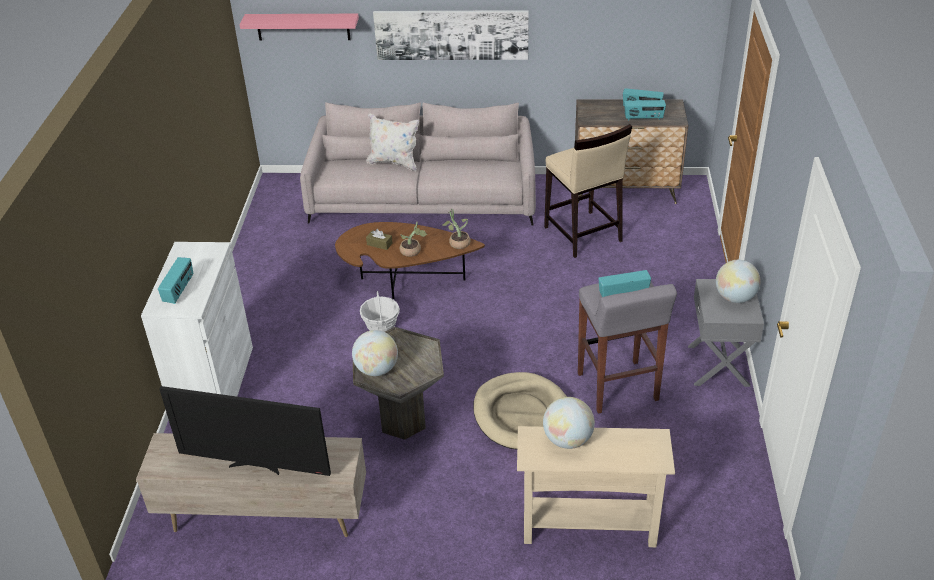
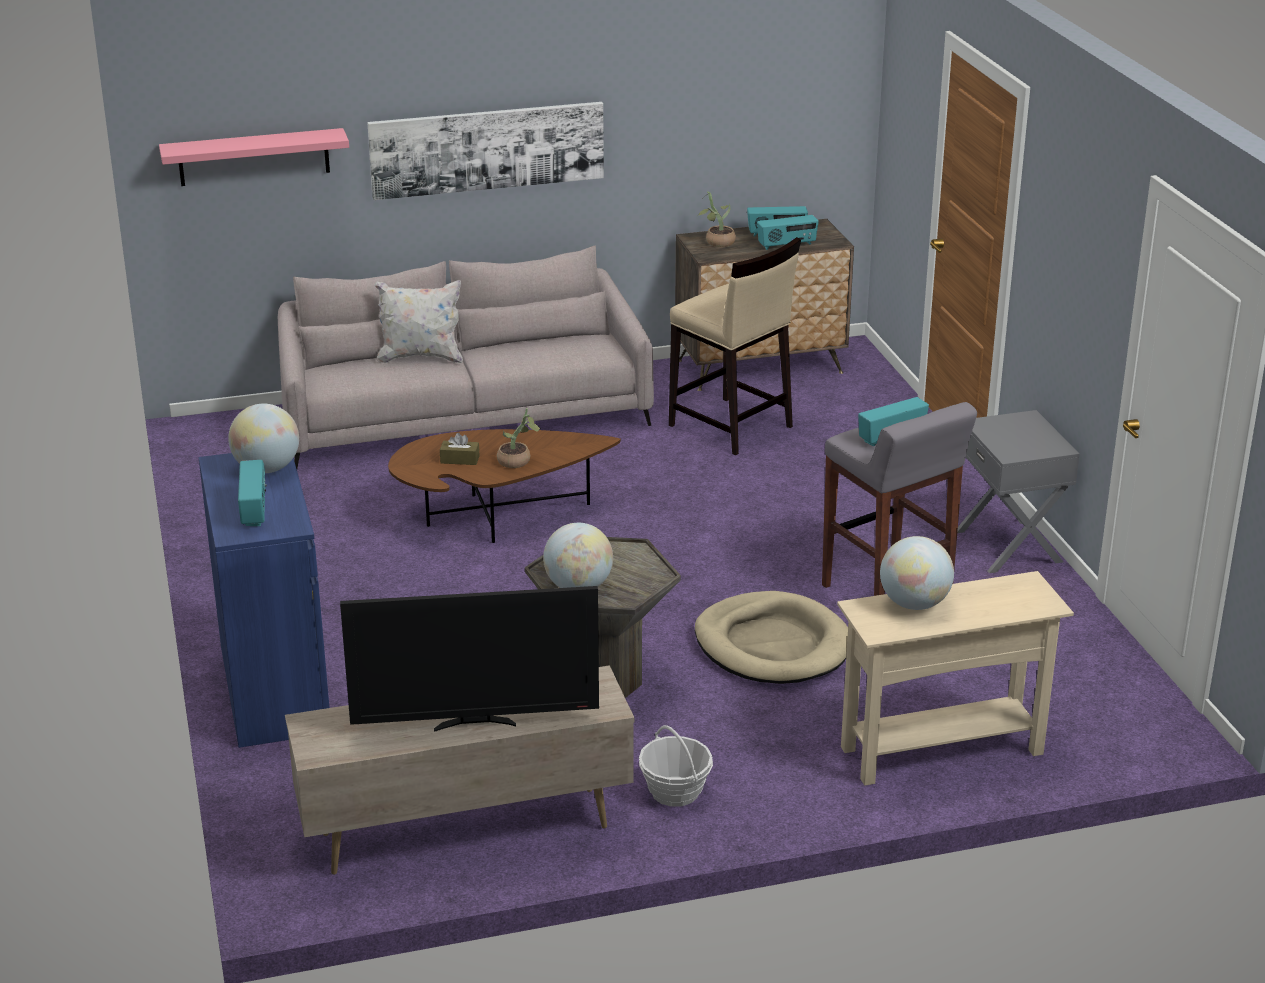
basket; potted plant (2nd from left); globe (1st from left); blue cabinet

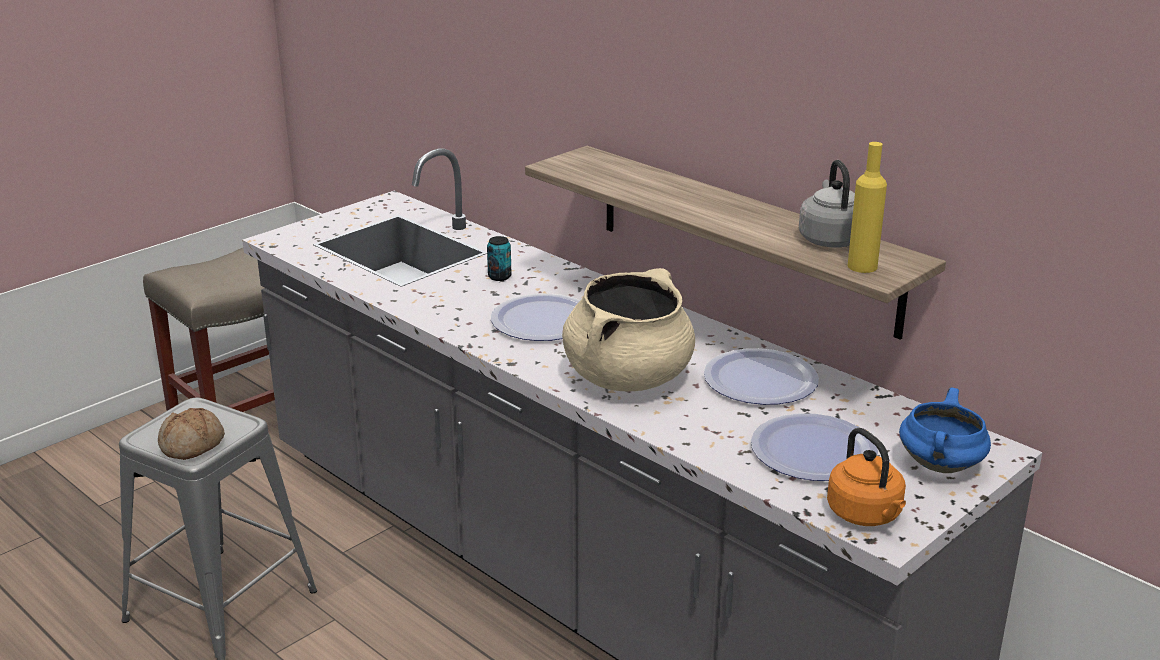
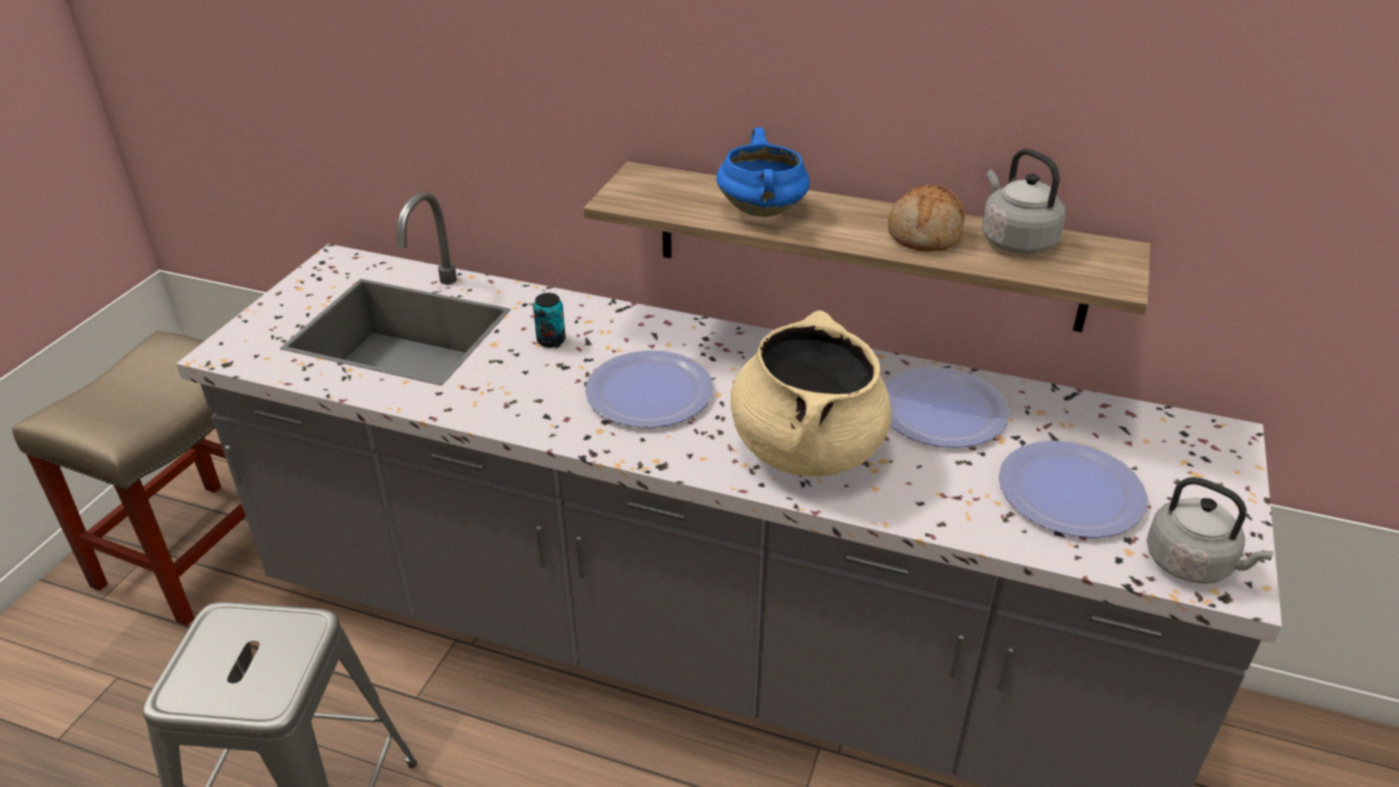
yellow bottle; bread; blue cooking pot; grey kettle (2nd from left)

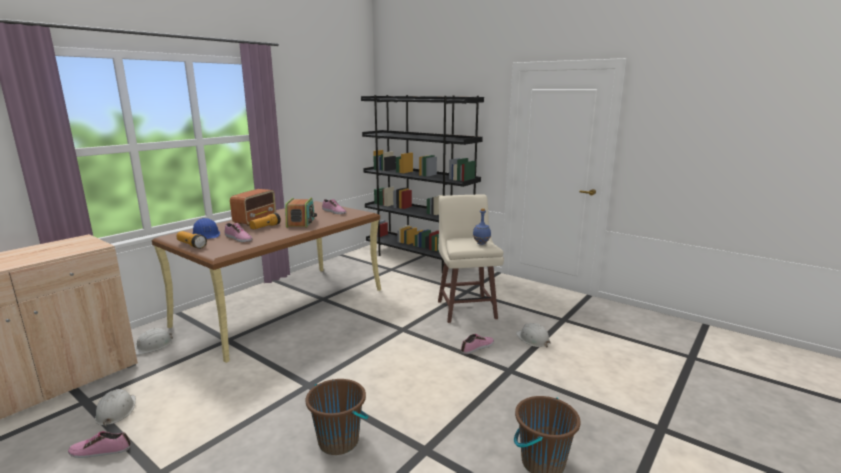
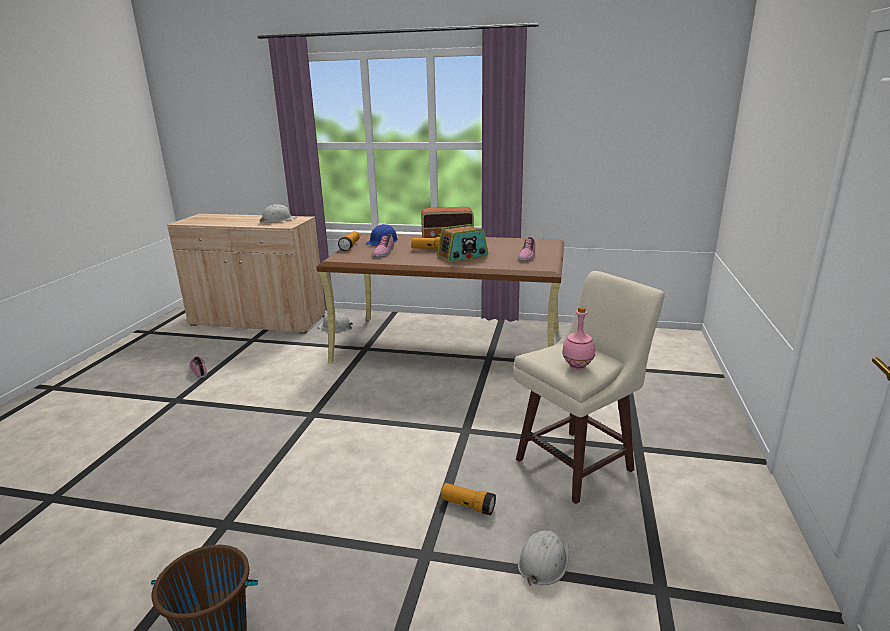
brown bucket (1st from left in the first image); black bookcase; white hard hat (1st from left); flashlight (3rd from left); pink bottle

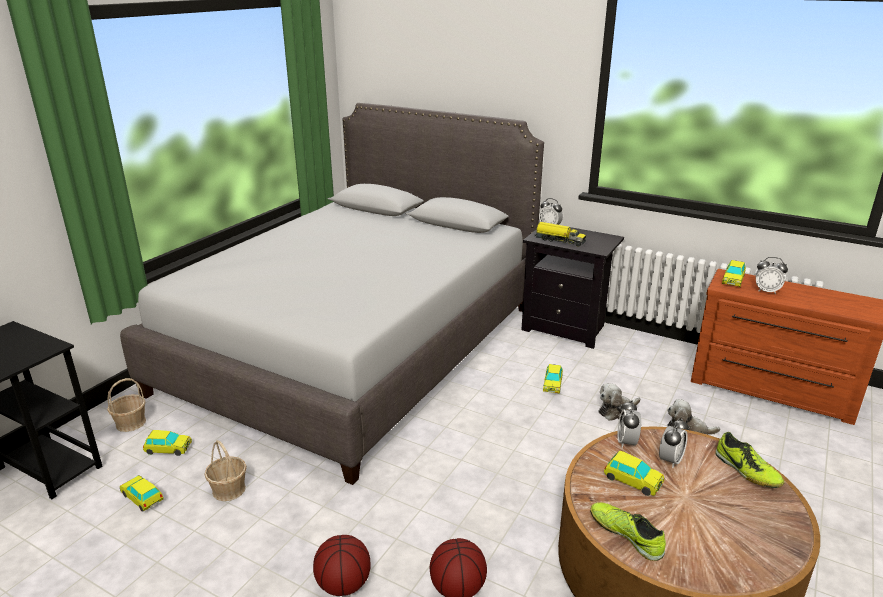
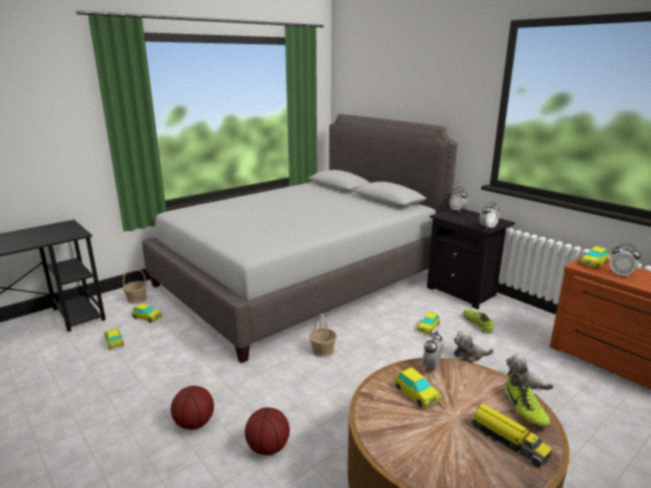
basket (2nd from left); toy truck; shoe (1st from left); alarm clock (3rd from left)

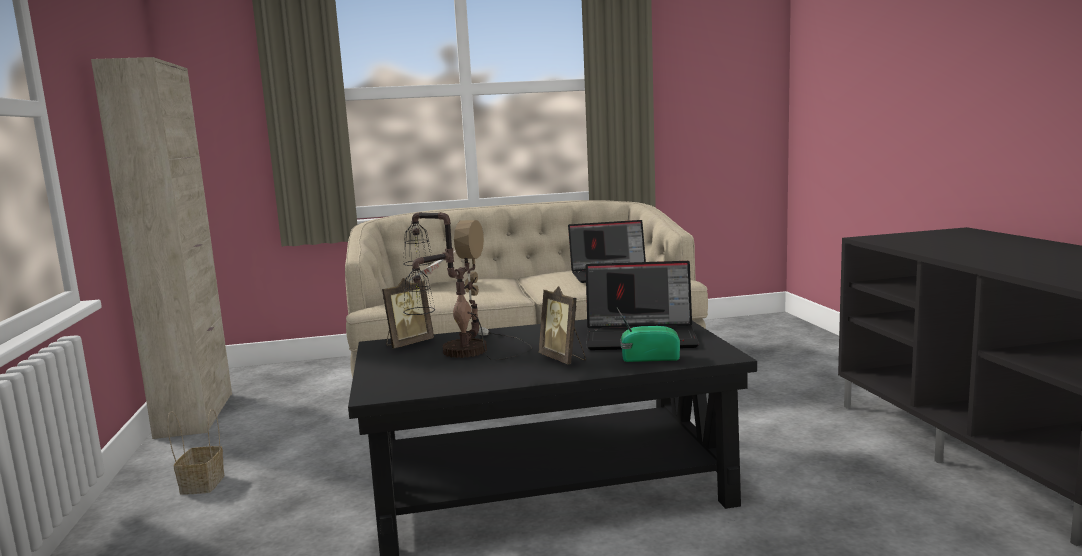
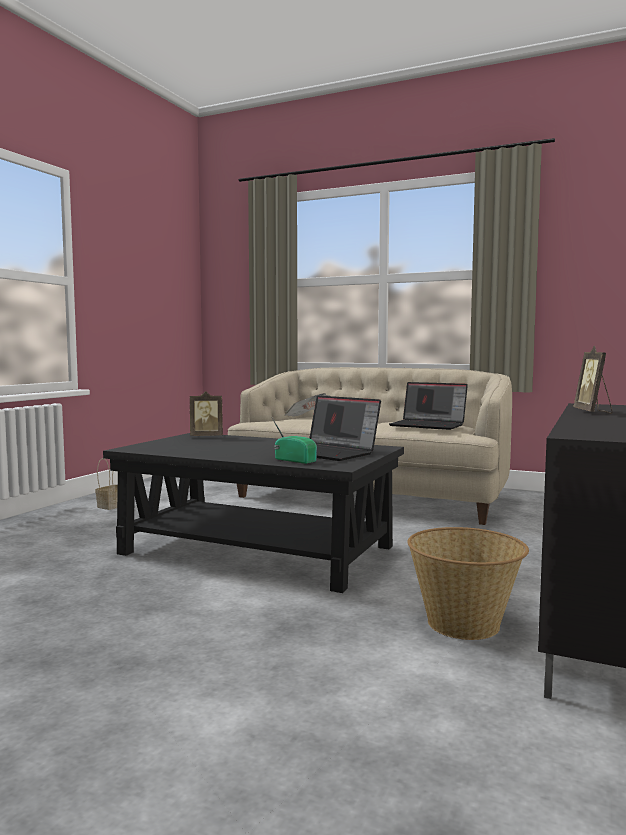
beige cabinet; table lamp; basket (2nd from left); picture frame (2nd from left)

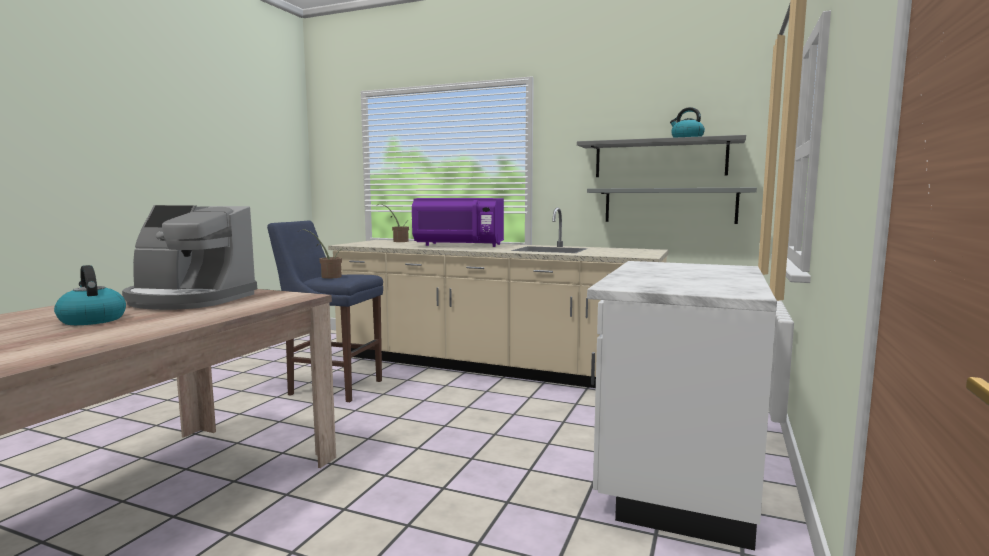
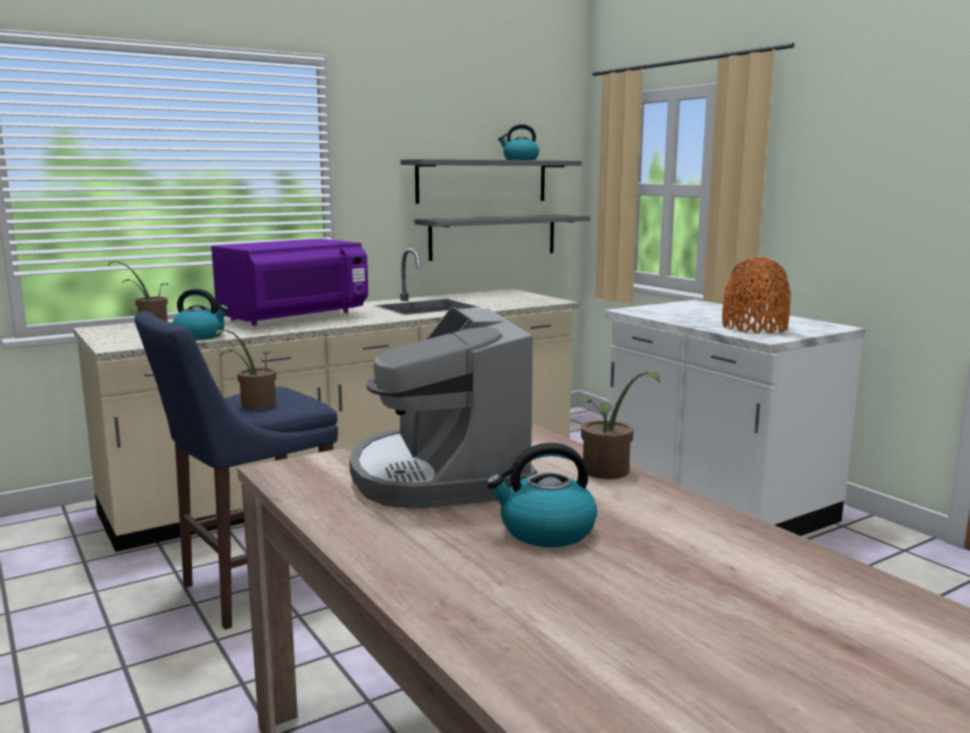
kettle (1st from left); potted plant (3rd from left); orange vase; coffee machine

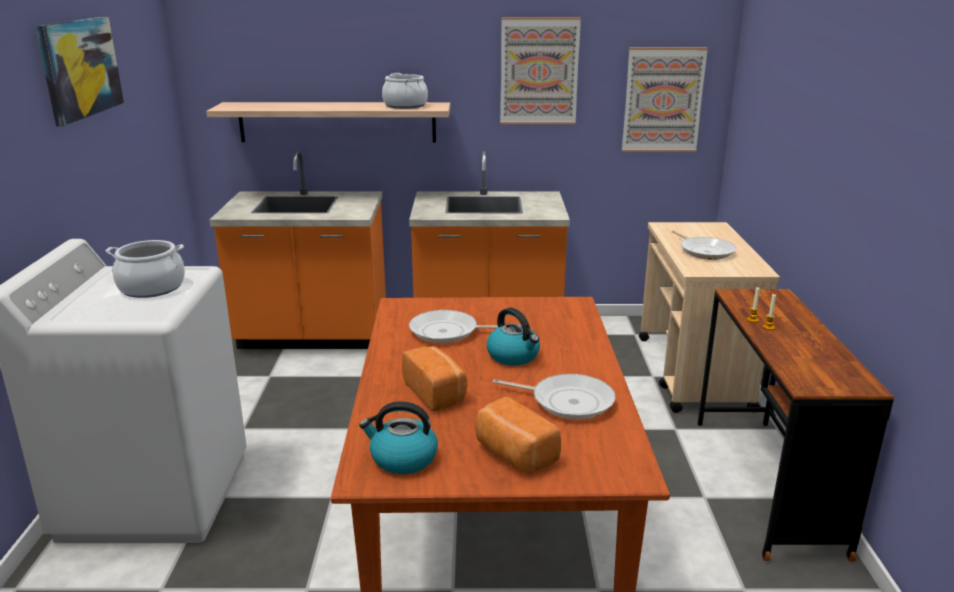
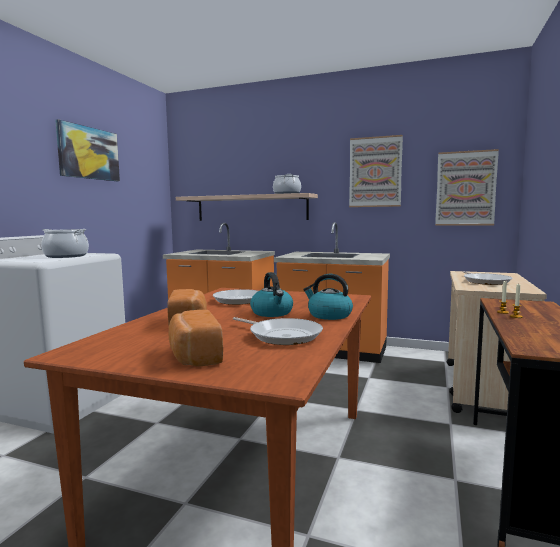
kettle (2nd from left)

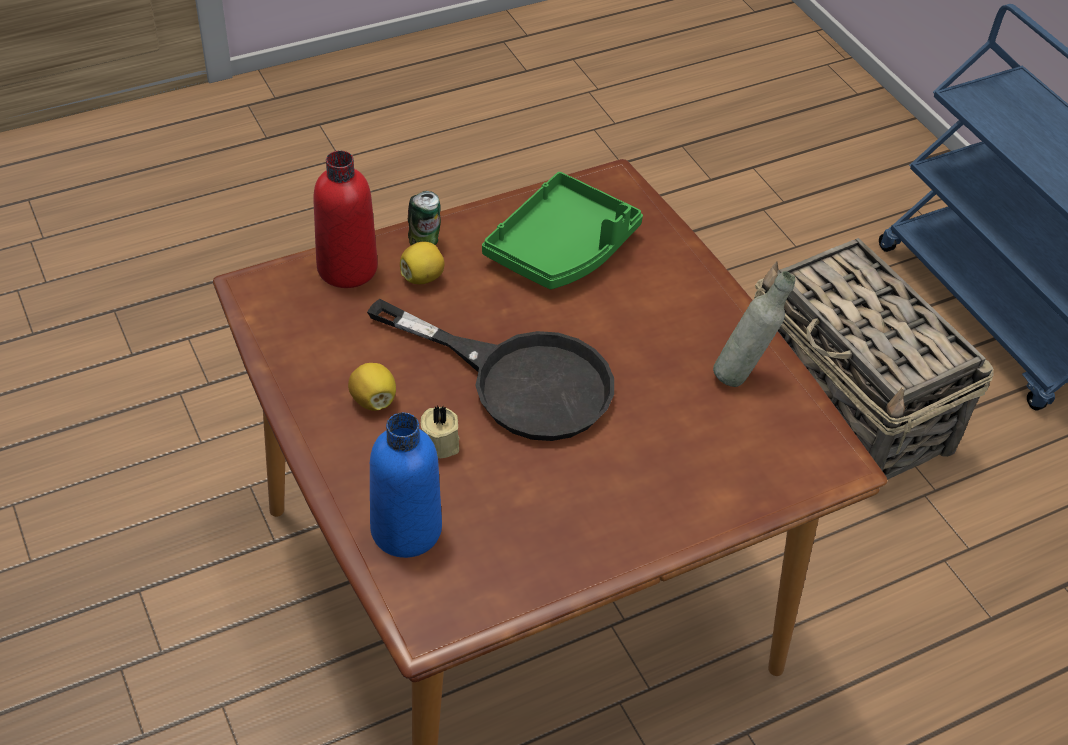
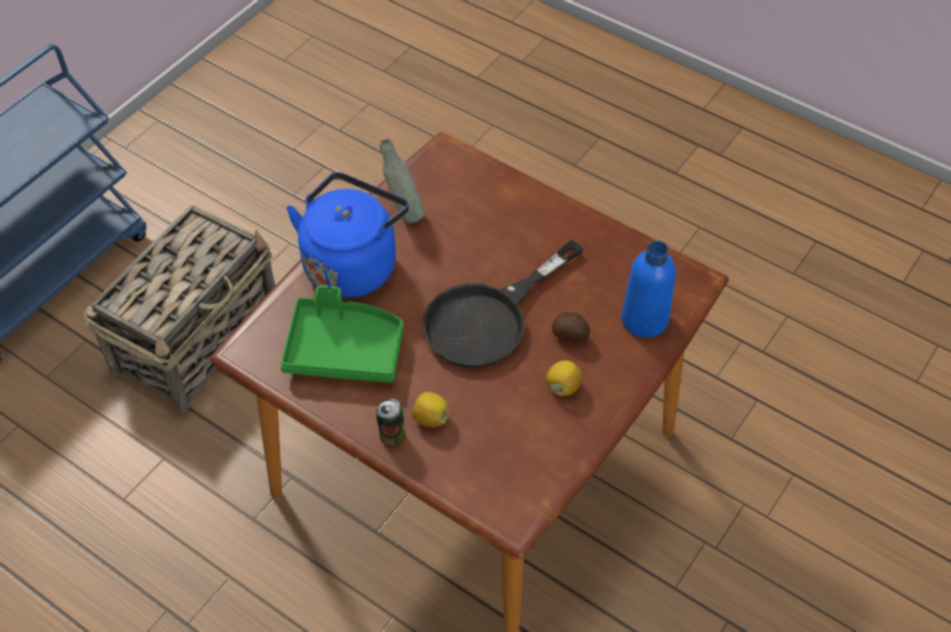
red bottle; blue kettle; potato; black frying pan

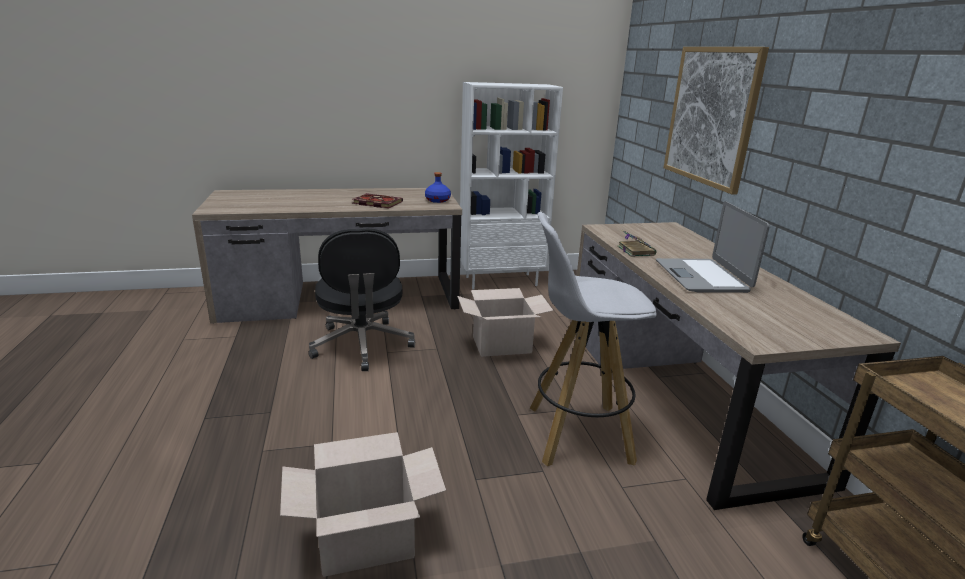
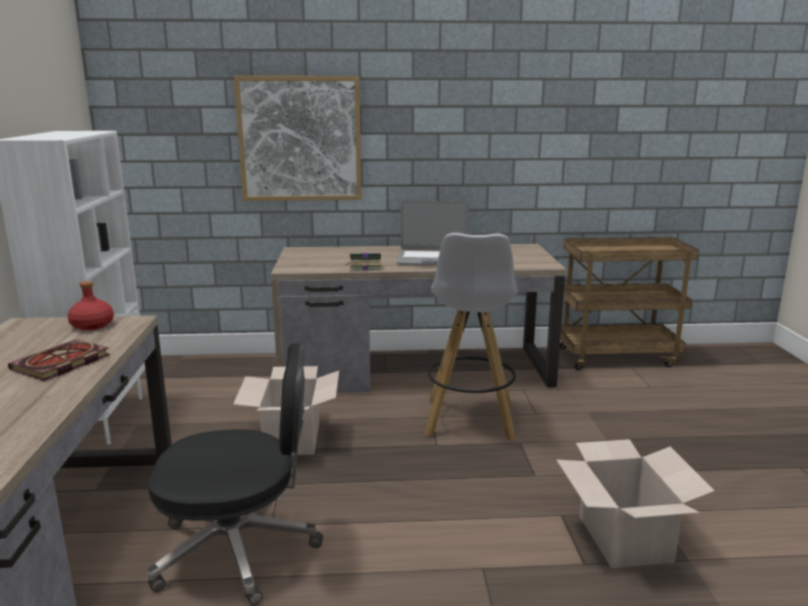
red bottle

